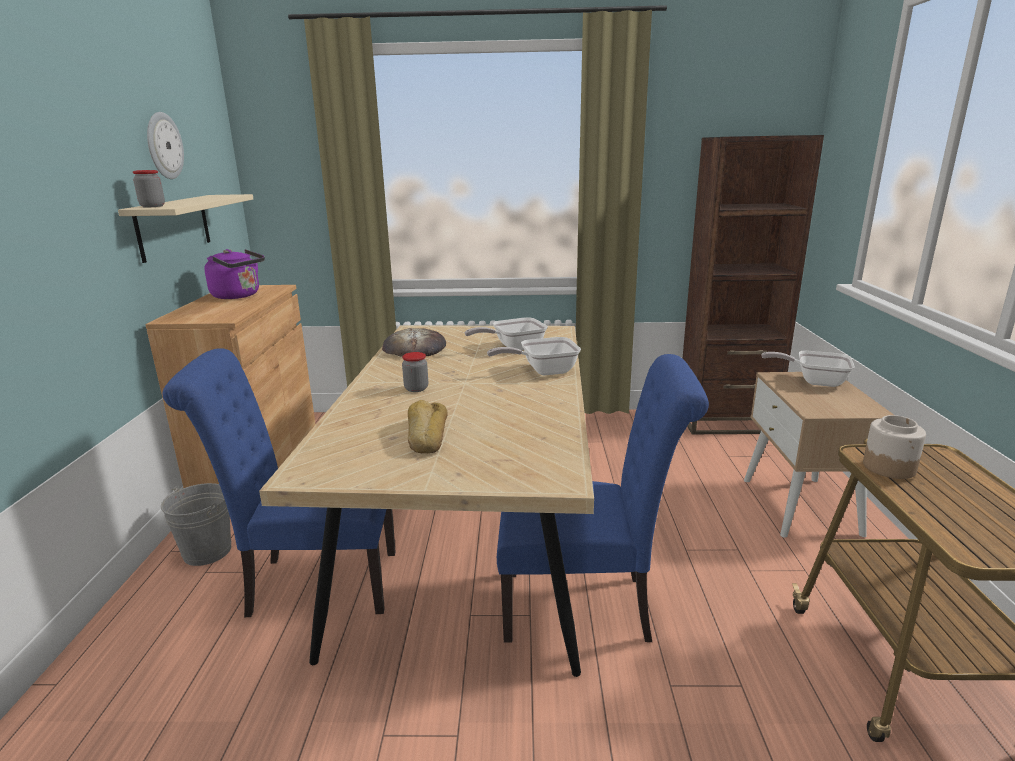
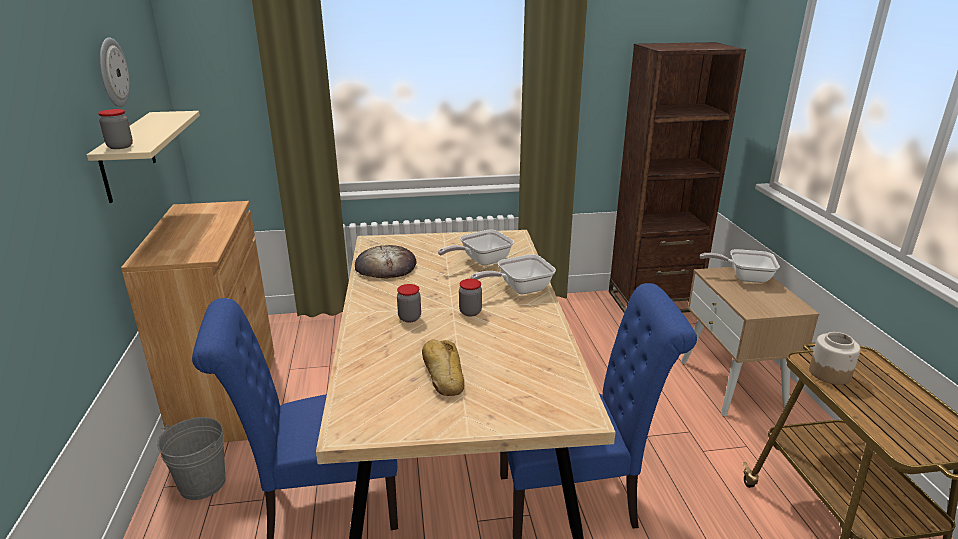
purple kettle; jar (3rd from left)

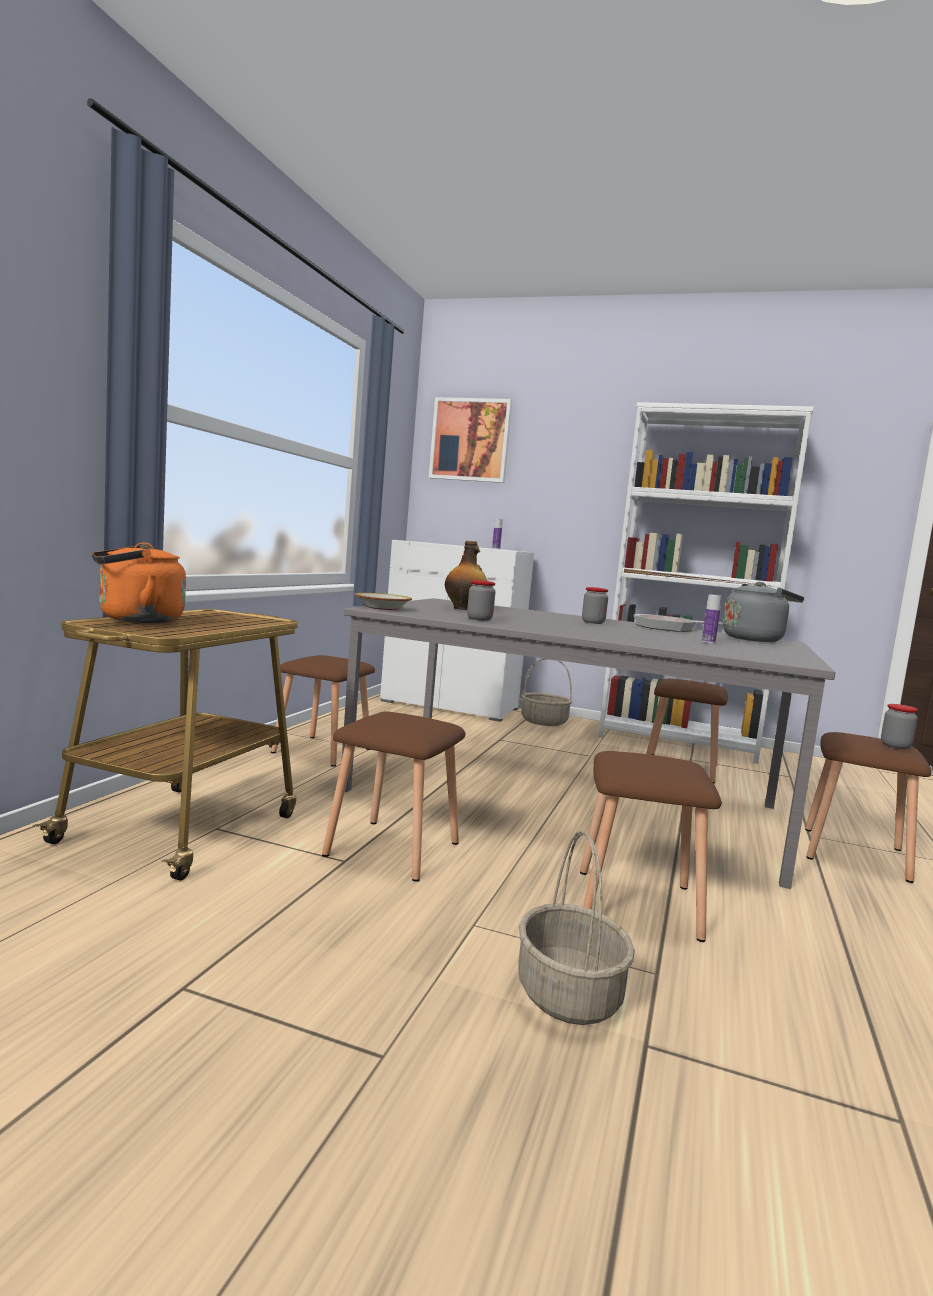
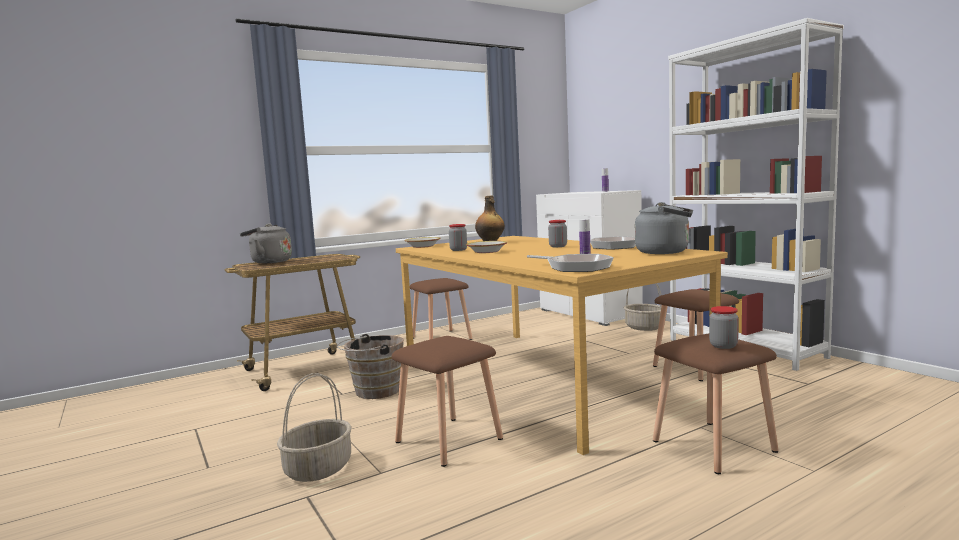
picture; bowl (2nd from left); frying pan (1st from left); brown bucket; grey kettle (1st from left); orange dining table

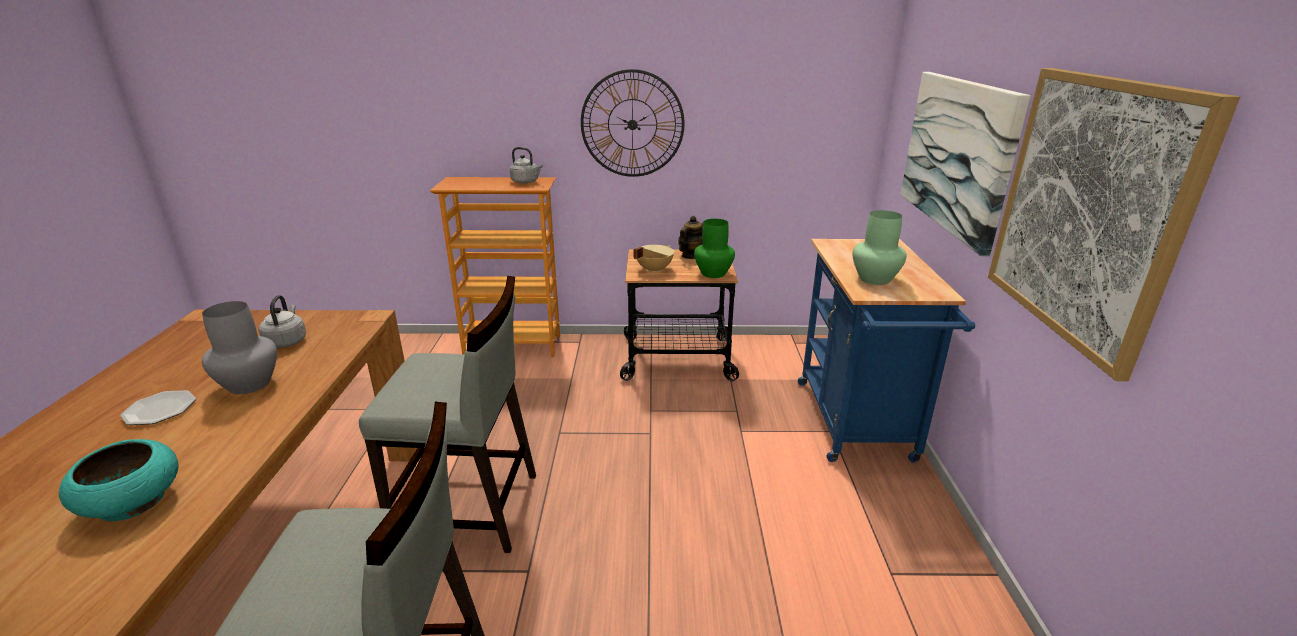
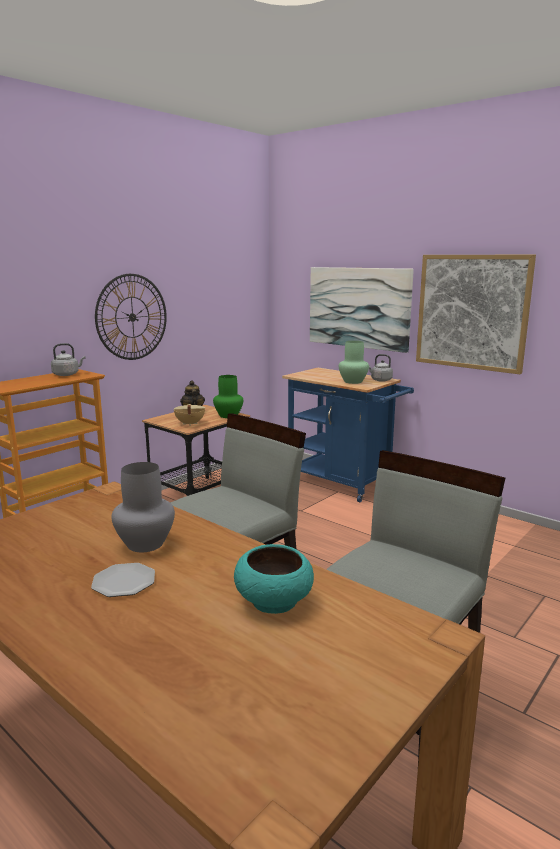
grey kettle (2nd from left)

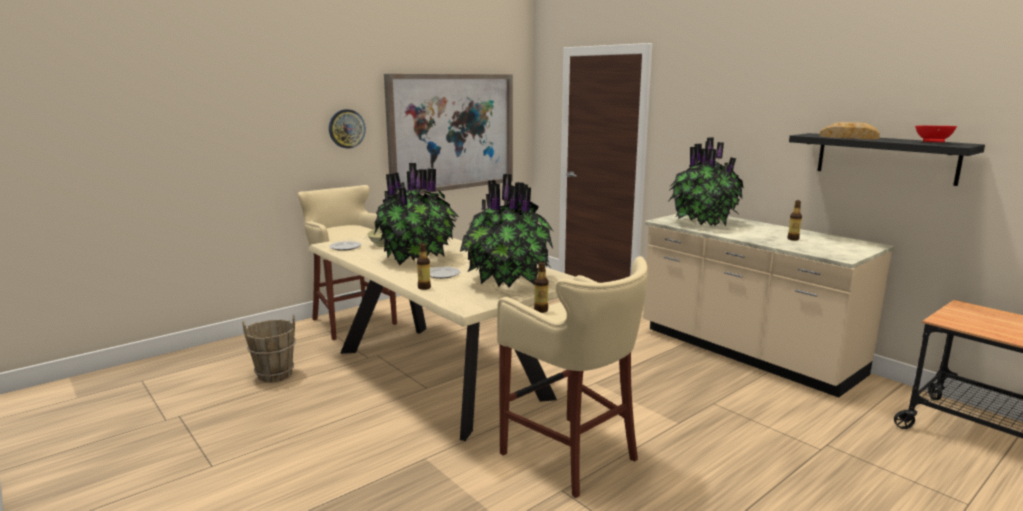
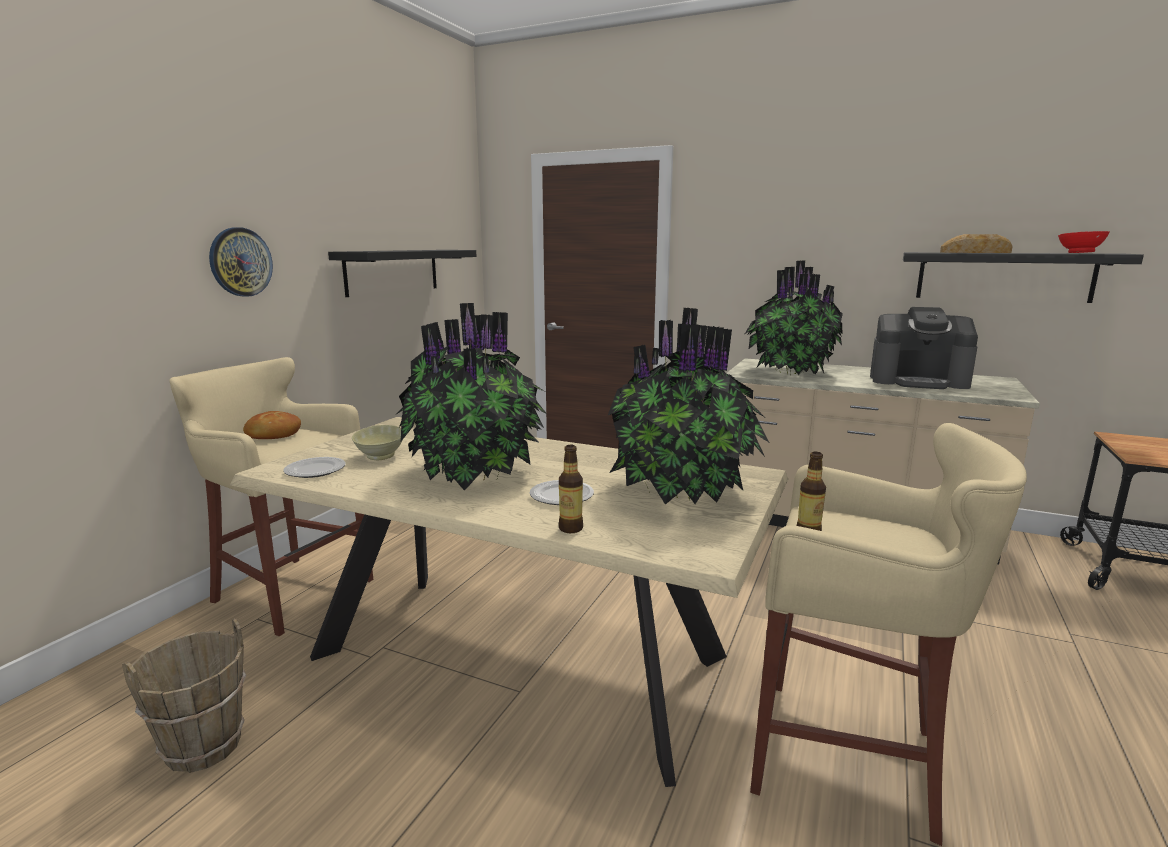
bread (1st from left); black shelf (1st from left); coffee machine

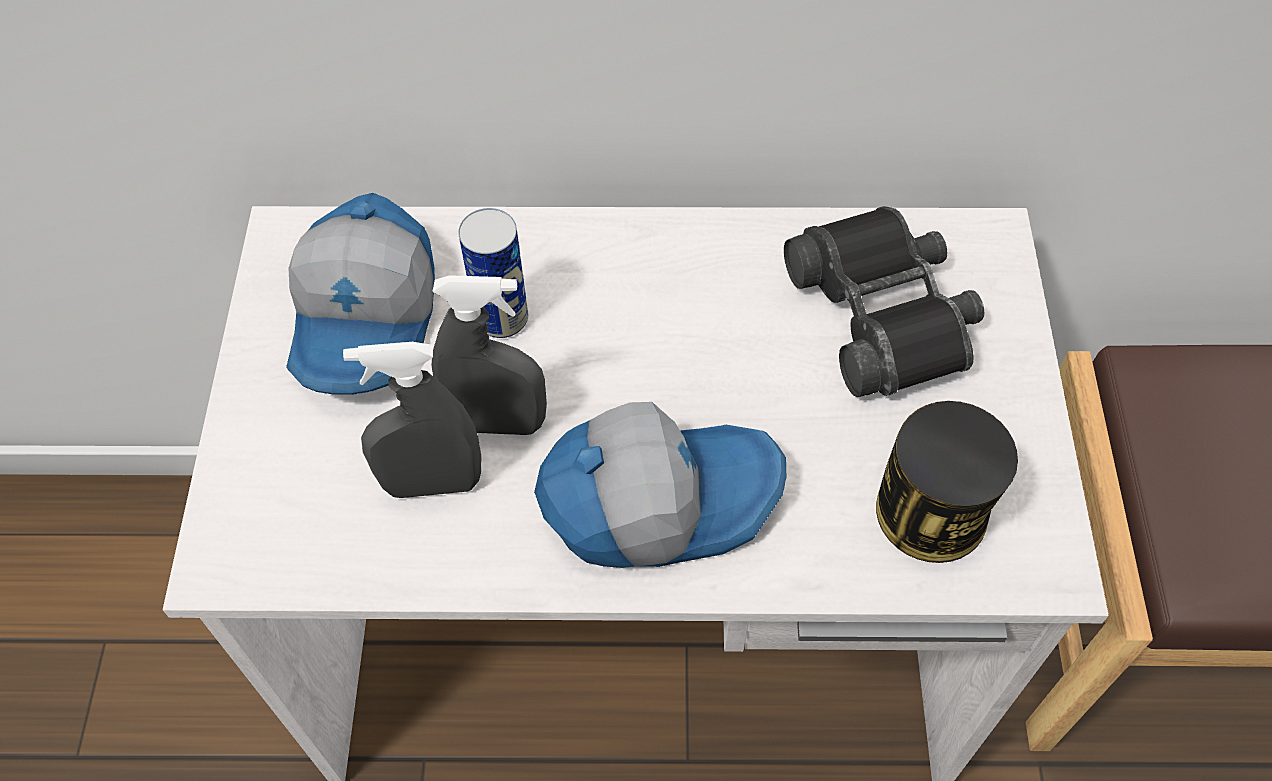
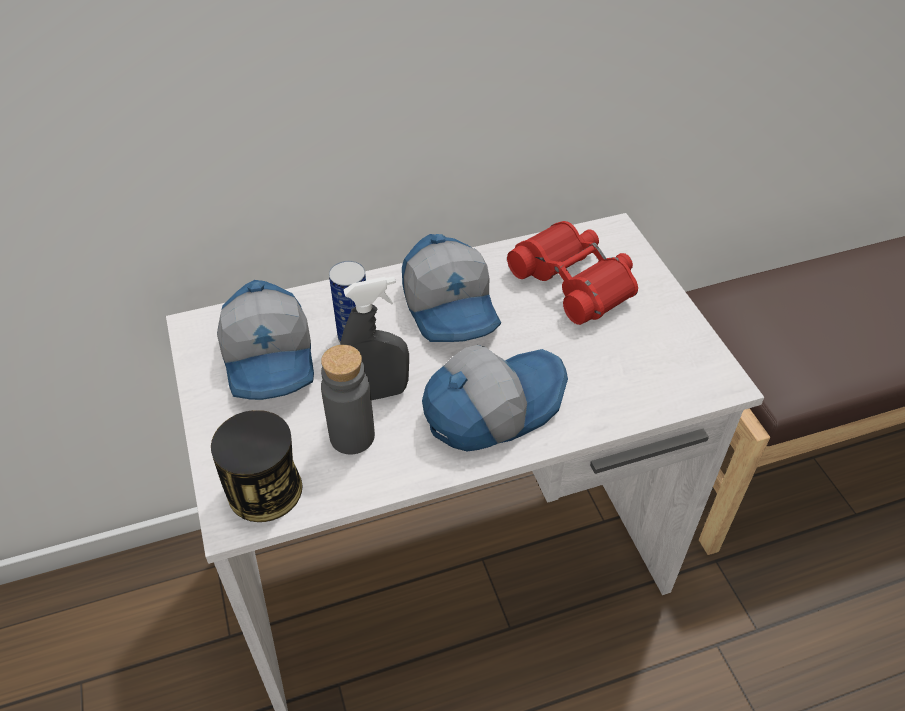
cap (2nd from left); can (1st from left); grey bottle; red binoculars

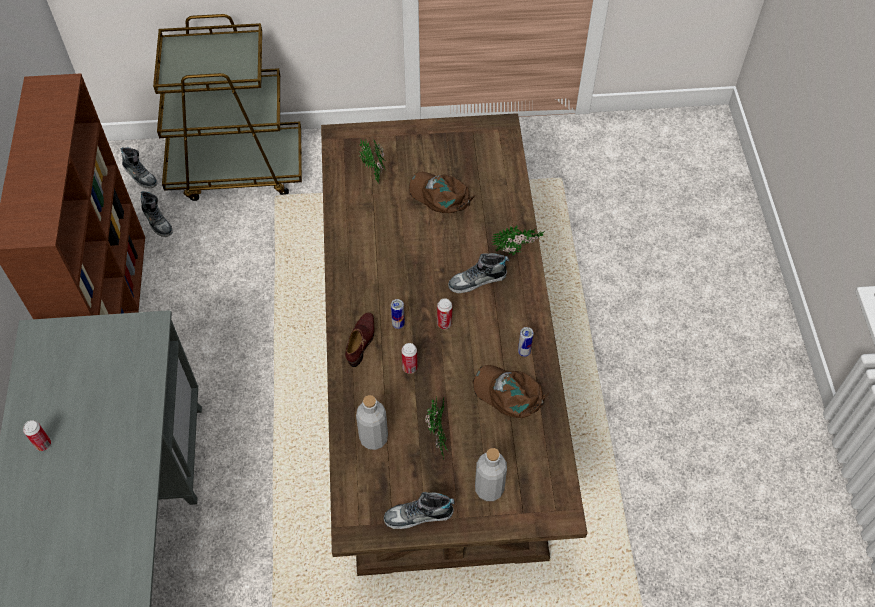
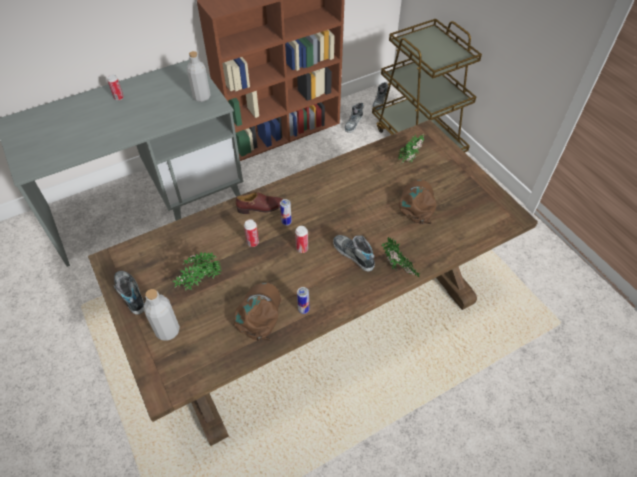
grey bottle (2nd from left)

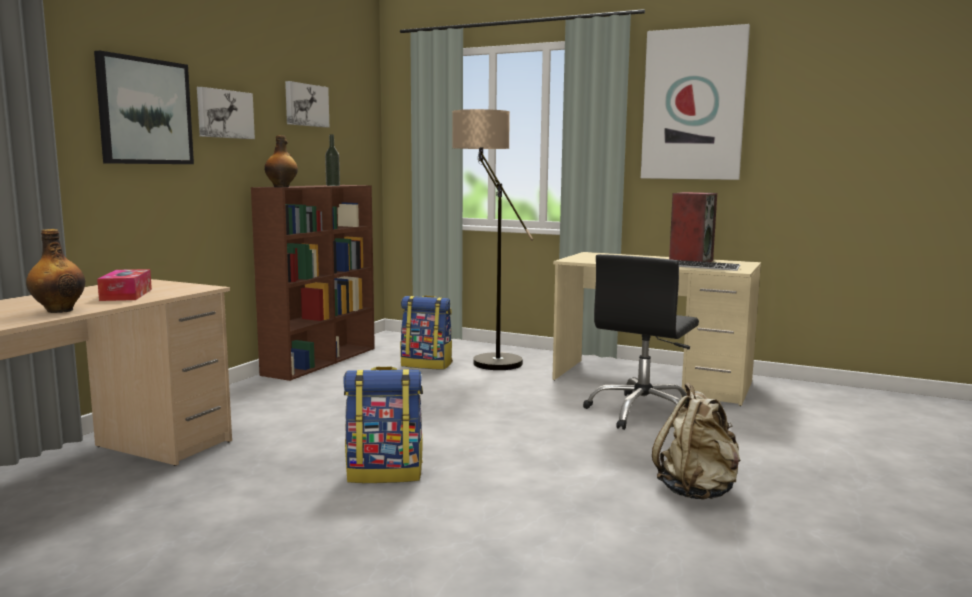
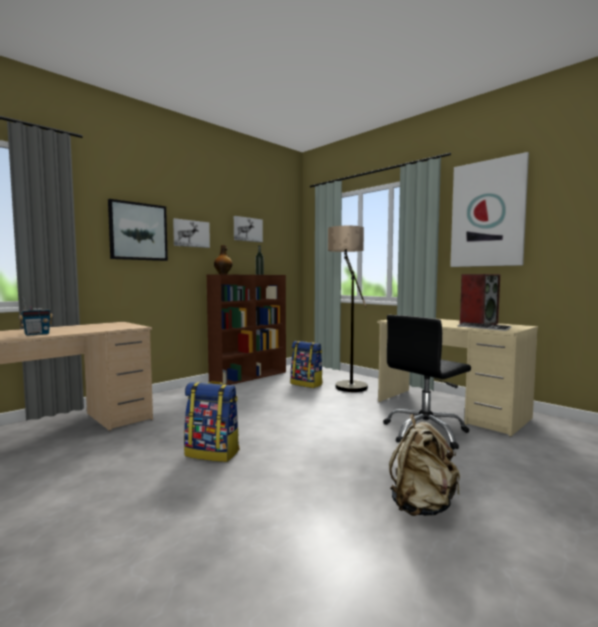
tissue box; radio

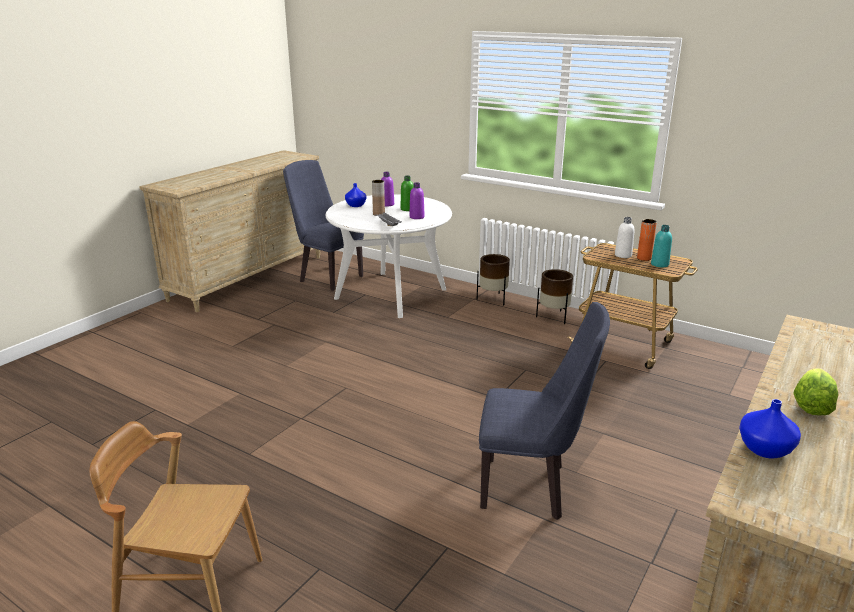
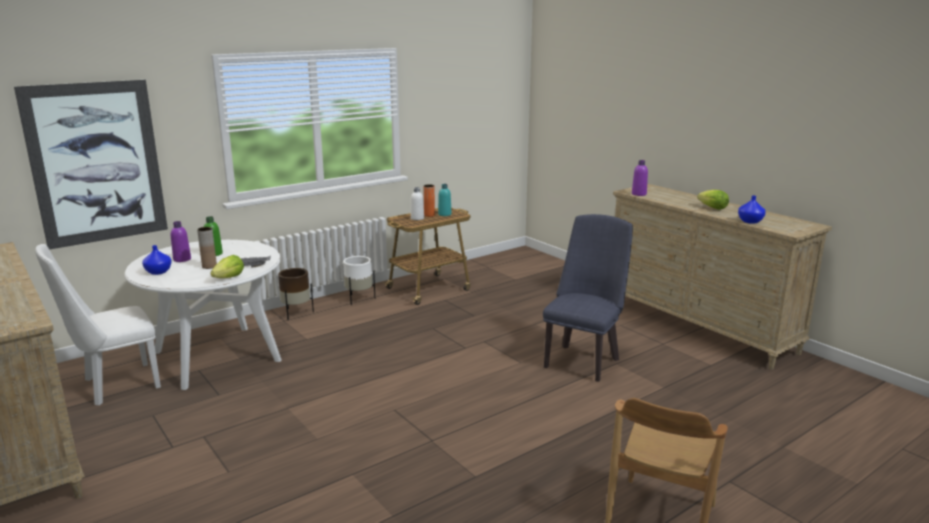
picture; lettuce (1st from left); purple bottle (2nd from left); white chair; white planter

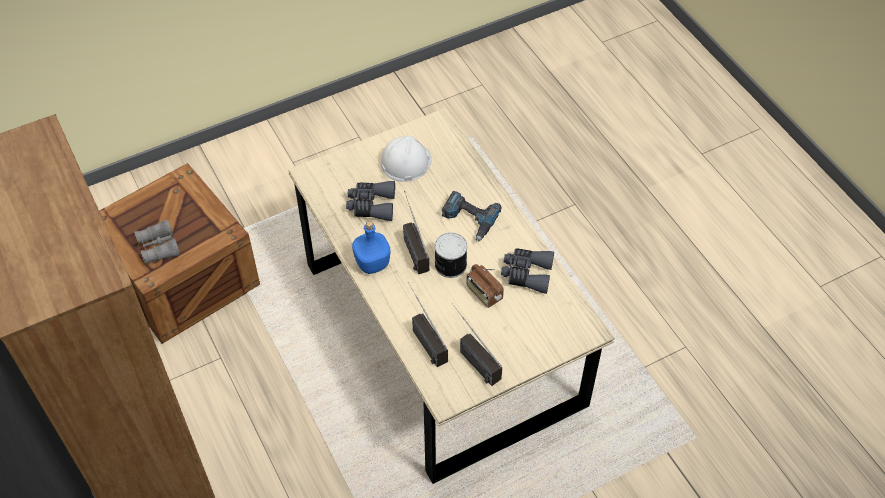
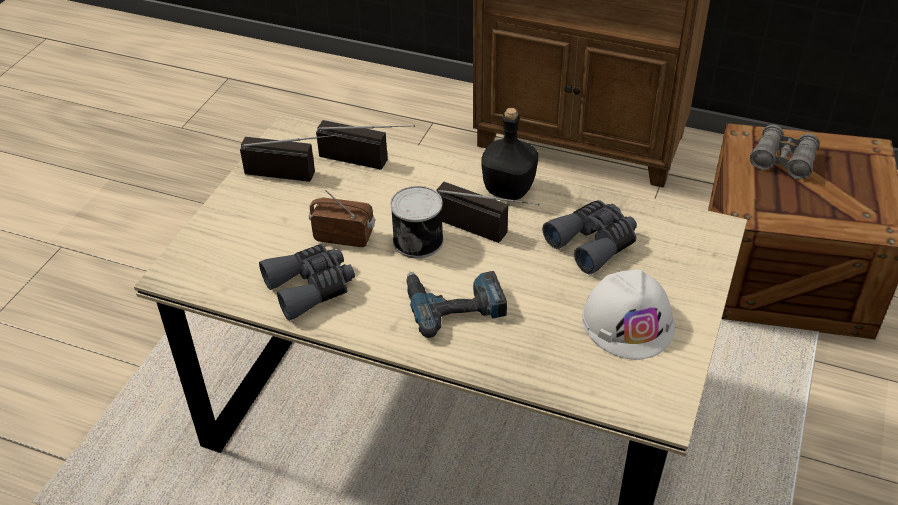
black bottle

